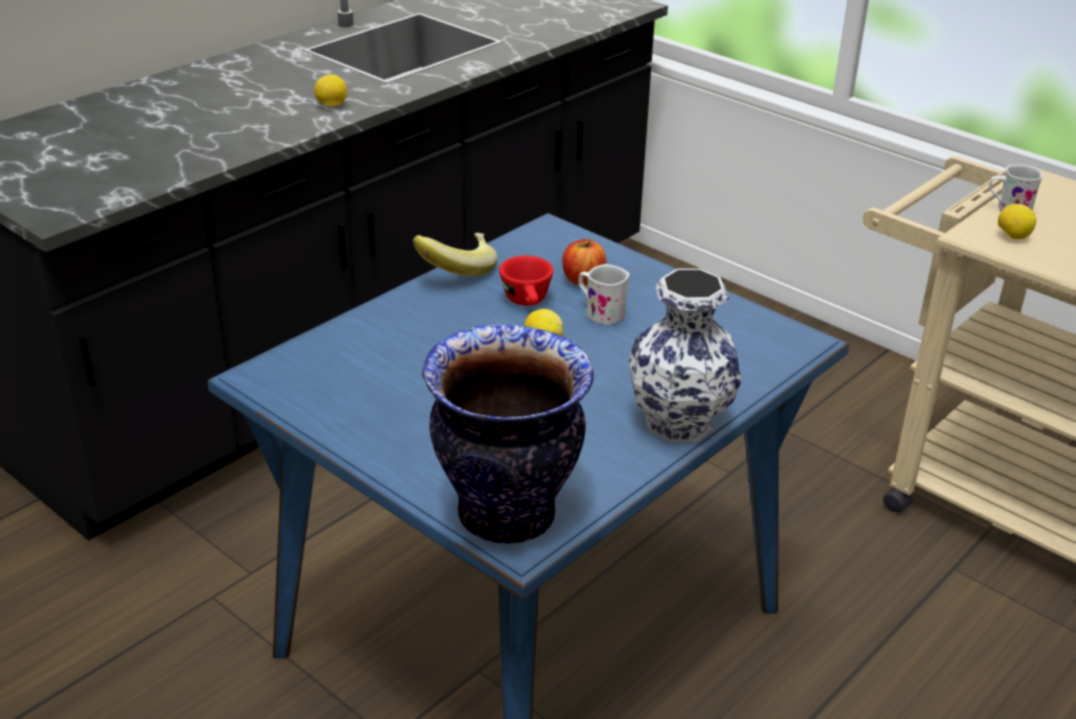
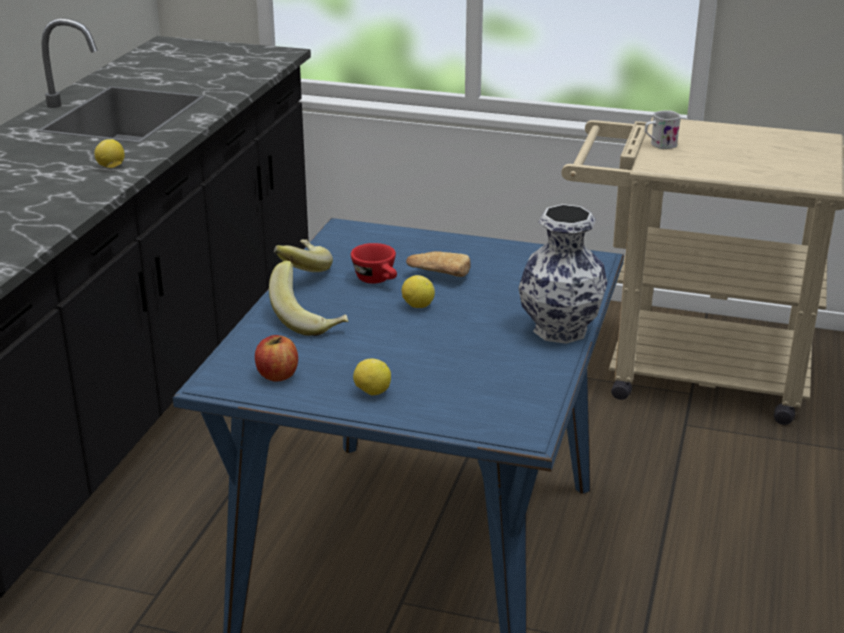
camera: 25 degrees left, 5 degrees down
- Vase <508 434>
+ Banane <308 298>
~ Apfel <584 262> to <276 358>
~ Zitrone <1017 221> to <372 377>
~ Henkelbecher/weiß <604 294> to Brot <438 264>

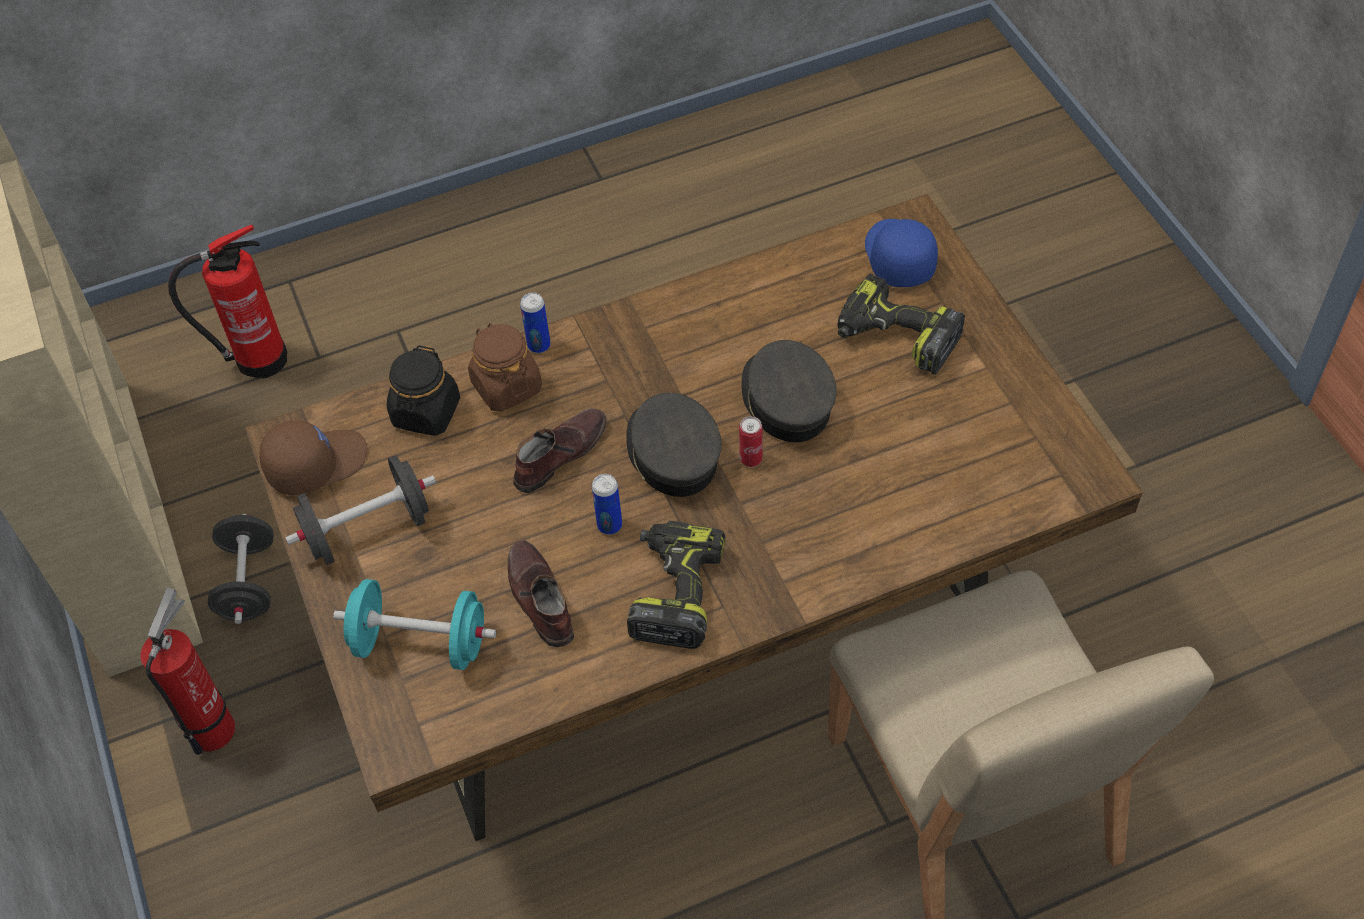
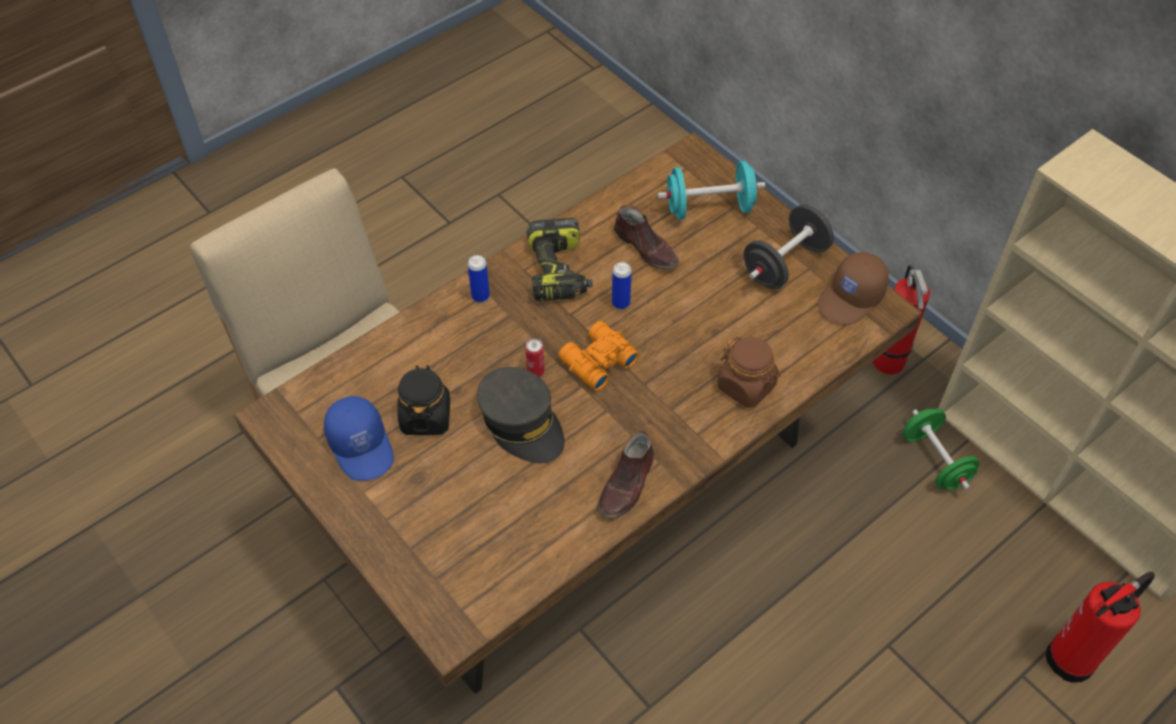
camera: 160 degrees right, 0 degrees up
- Bohrmaschine <901 324>
~ Vorratsglas/schwarz <423 390> to <423 400>
~ Schuh/braun <560 450> to <625 474>
~ Dose <535 323> to <479 278>
~ Kappe/blau <901 253> to <359 438>
~ Kappe/grau <673 445> to Fernglas/orange <598 356>
~ Hantel/schwarz <241 569> to Hantel/grün <941 449>

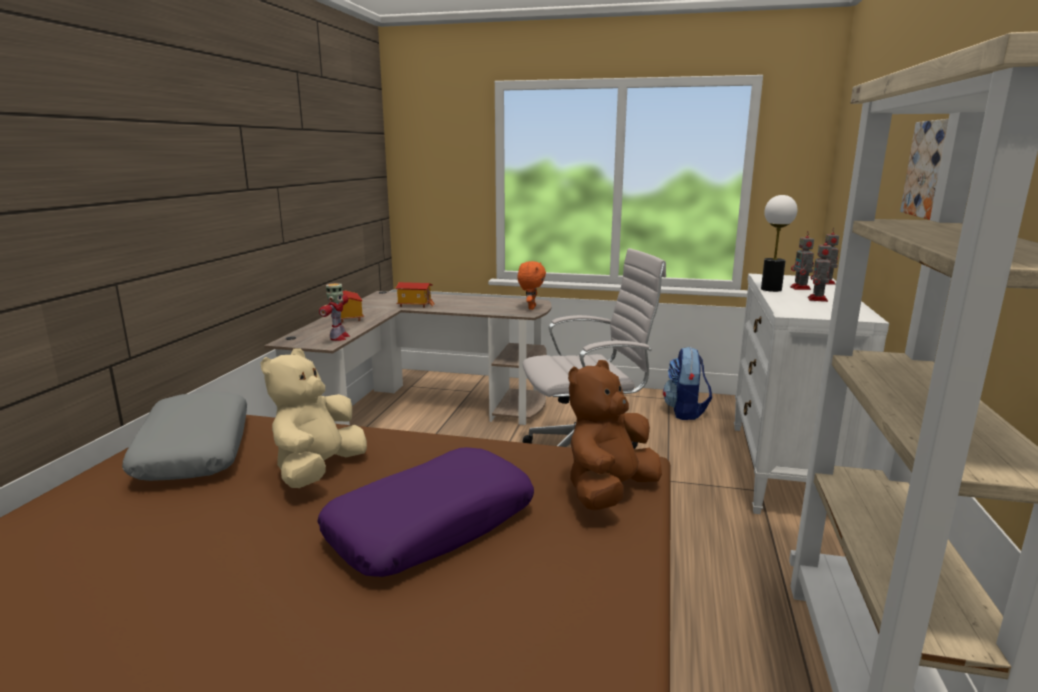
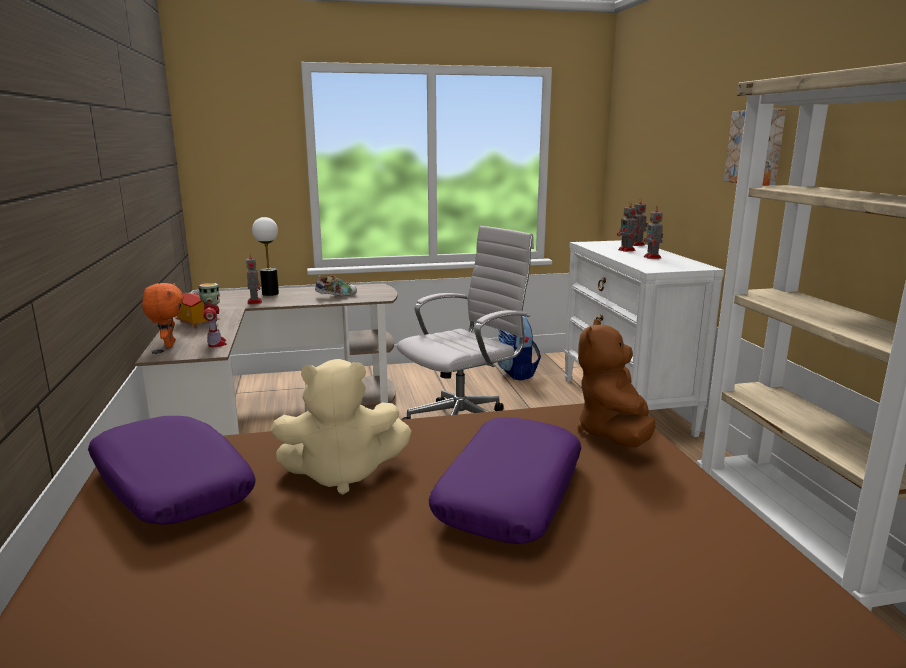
camera: 25 degrees left, 0 degrees up
+ Schuh <336 285>
~ Plüschtier/orange <531 285> to <163 315>
~ Tischlampe <779 243> to <265 256>
~ Spielzeughaus <415 295> to Spielzeugroboter <254 279>
~ Kissen/grau <184 436> to Kissen/lila <172 470>
~ Plüschtier/beige <314 418> = <341 427> 90 degrees counterclockwise

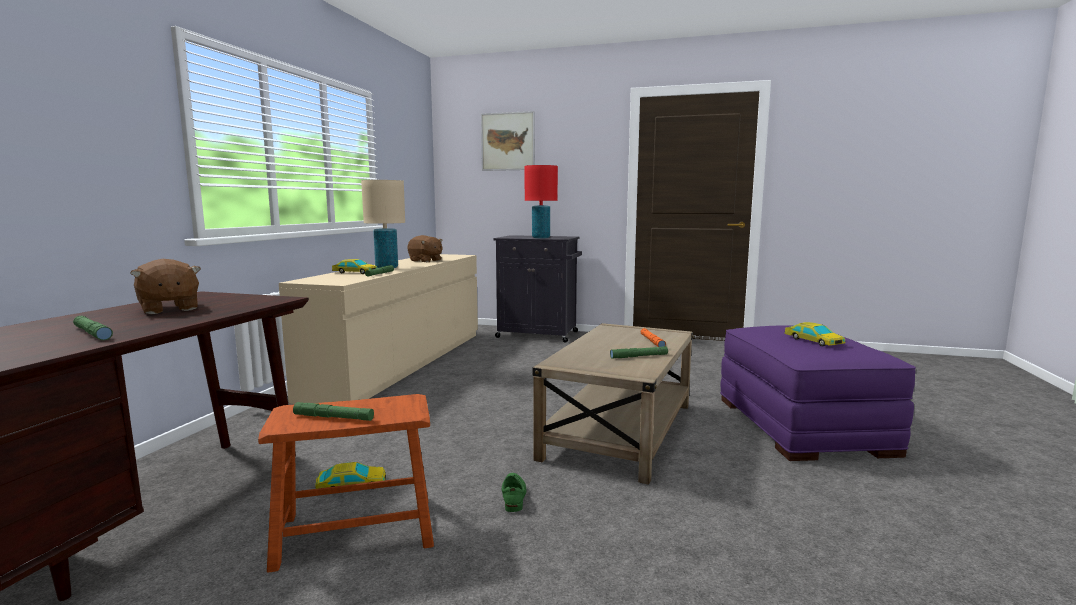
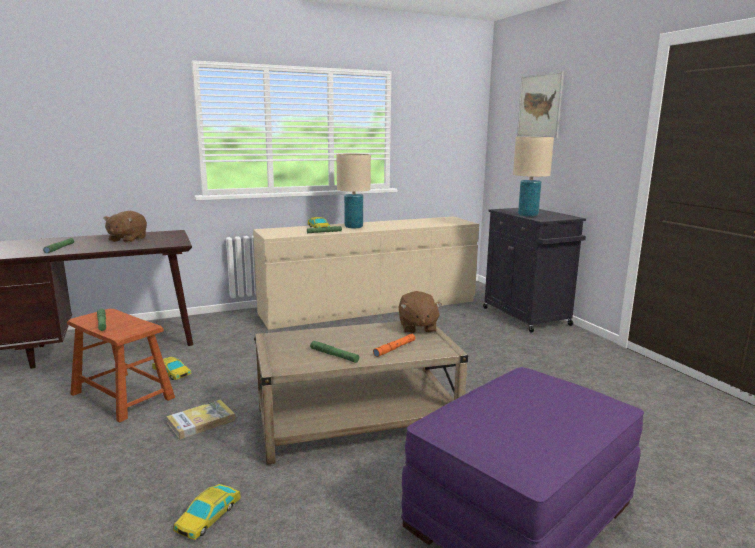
camera: 50 degrees right, 5 degrees up
~ Plüschtier/braun <425 248> to <420 312>
~ Spielzeugauto <815 334> to <207 512>
~ Schuh/grün <514 492> to Buch <200 419>
~ Tischlampe/rot <541 202> to Tischlampe/beige <533 177>

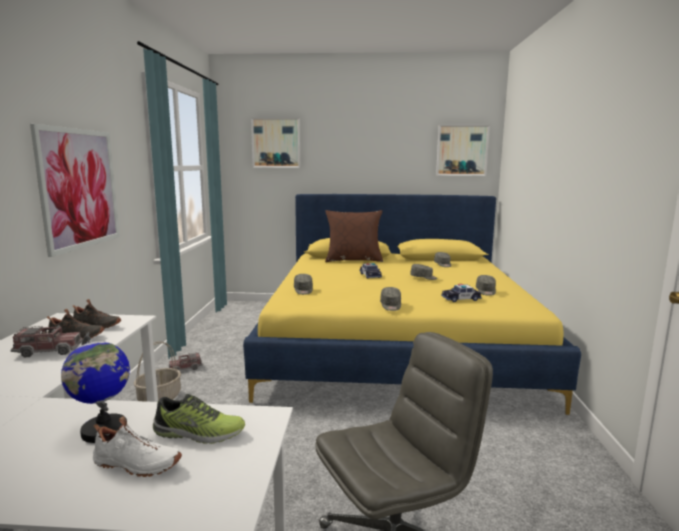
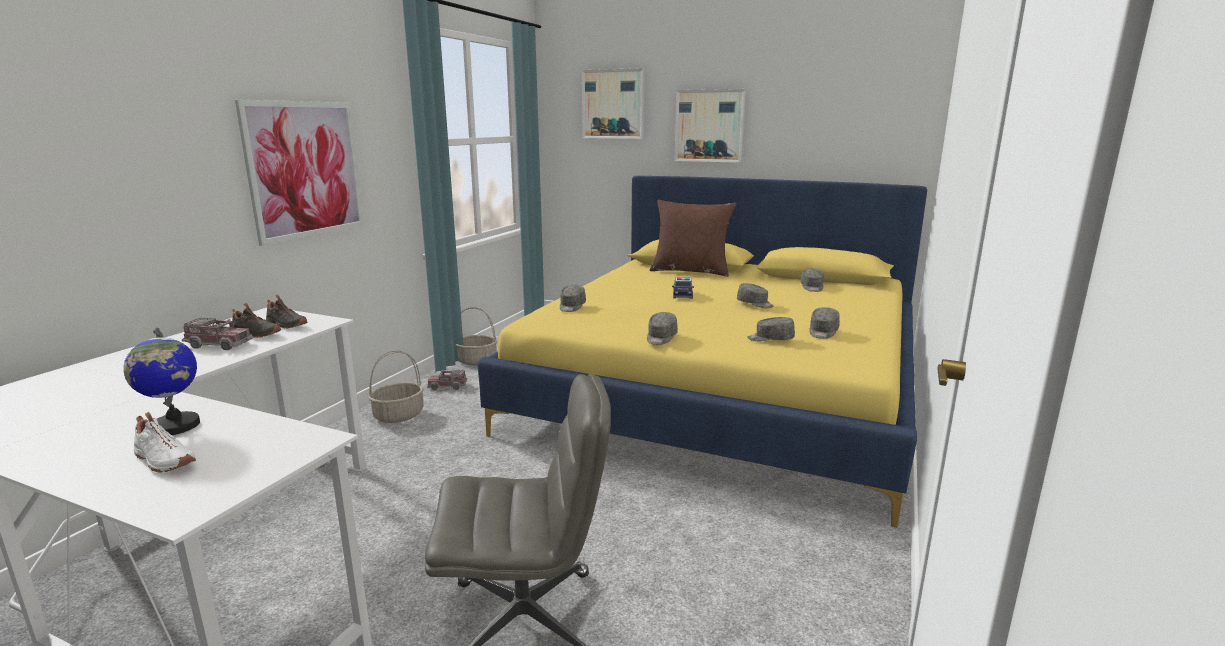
camera: 20 degrees right, 5 degrees up
- Schuh <199 419>
+ Korb <476 336>
~ Bild <463 150> to <710 126>
~ Spielzeugauto <461 293> to Kappe/grau <771 329>

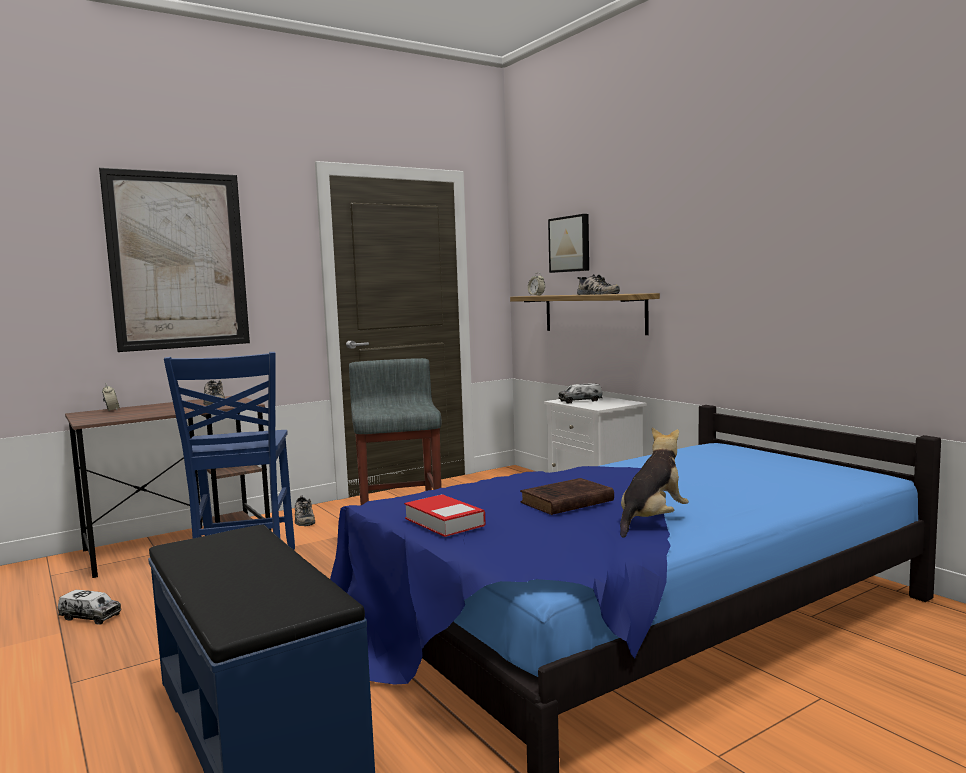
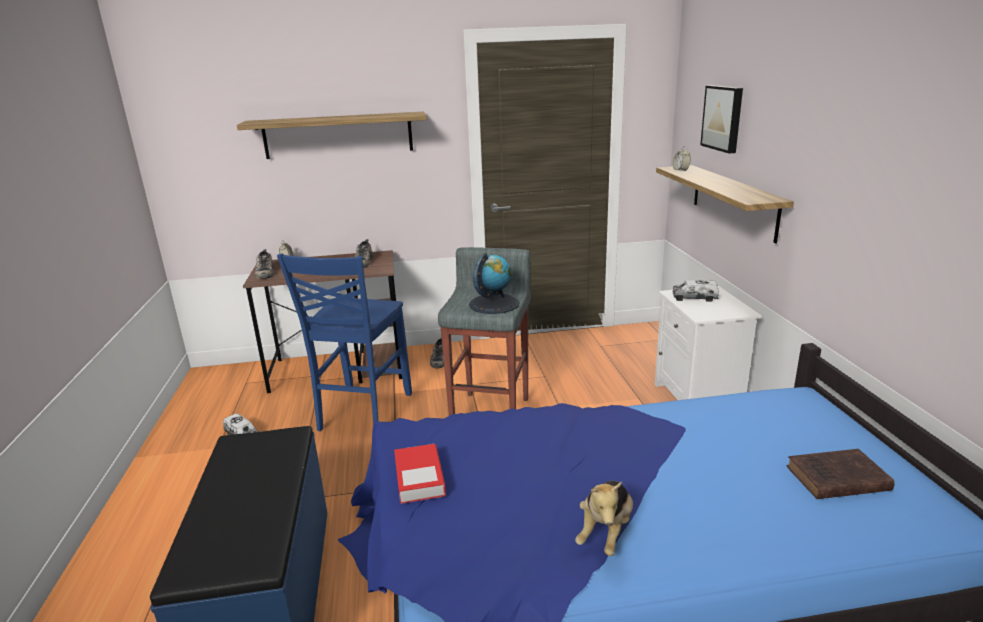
camera: 25 degrees right, 15 degrees up
+ Globus <494 283>
~ Buch/braun <567 496> to <840 474>
~ Schuh <598 284> to <264 264>
~ Bild <174 260> to Wandregal <332 135>
~ Plüschtier <654 482> = <604 518> 135 degrees clockwise

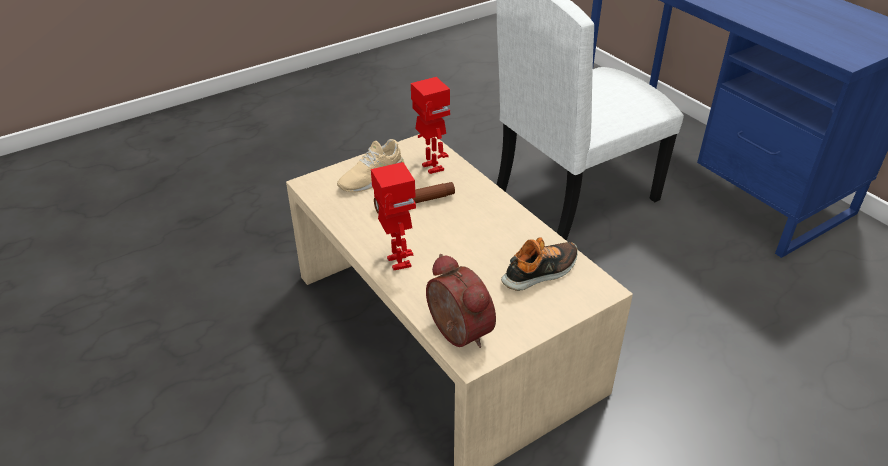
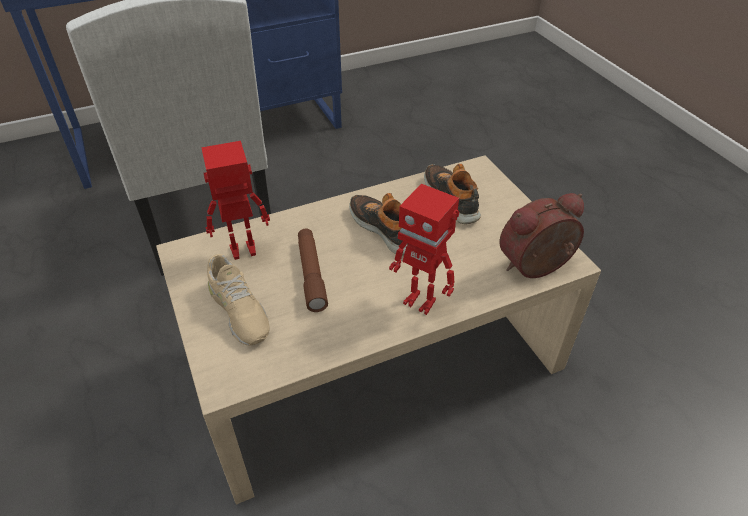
camera: 80 degrees left, 5 degrees up
+ Schuh <379 224>
~ Spielzeugroboter <393 216> = <424 249> 135 degrees counterclockwise

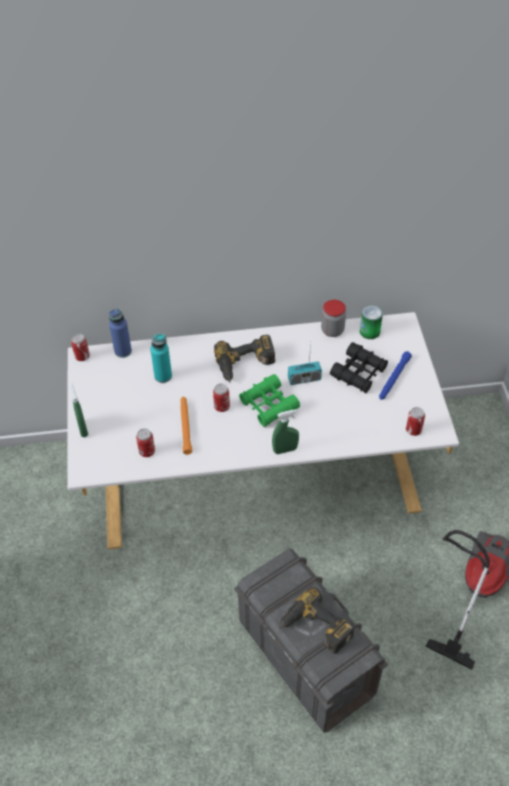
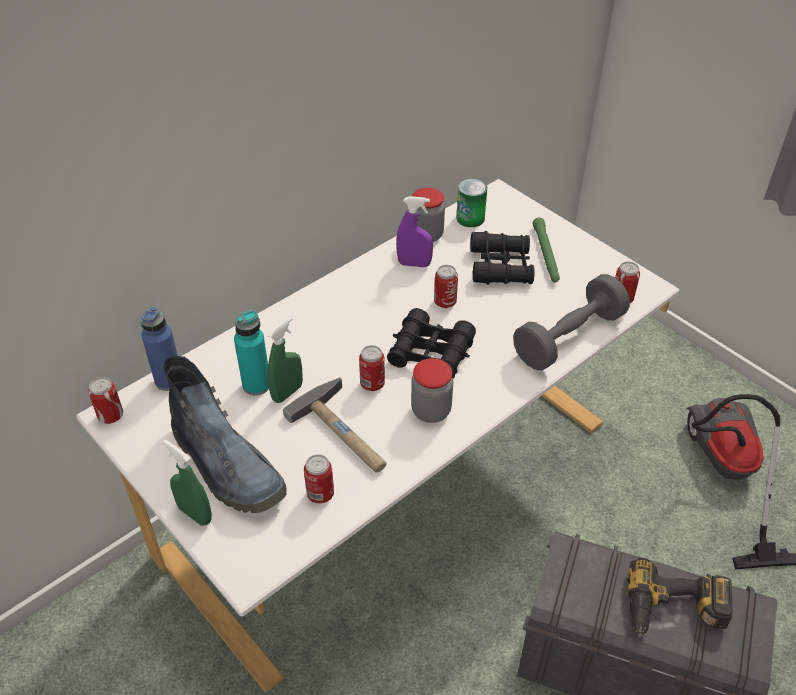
camera: 35 degrees left, 5 degrees down
- Bohrmaschine <244 358>
+ Stiefel <225 434>
+ Sprühflasche/lila <414 231>
+ Vorratsglas <432 390>
+ Hantel/grau <571 322>
~ Sprühflasche/grün <285 431> to <285 360>
~ Taschenlampe/orange <186 426> to Hammer <334 425>
~ Radio <305 363> to Dose <446 286>
~ Fernglas/grün <269 400> to Fernglas/schwarz <431 343>
~ Taschenlampe/blau <395 375> to Taschenlampe/grün <546 249>

